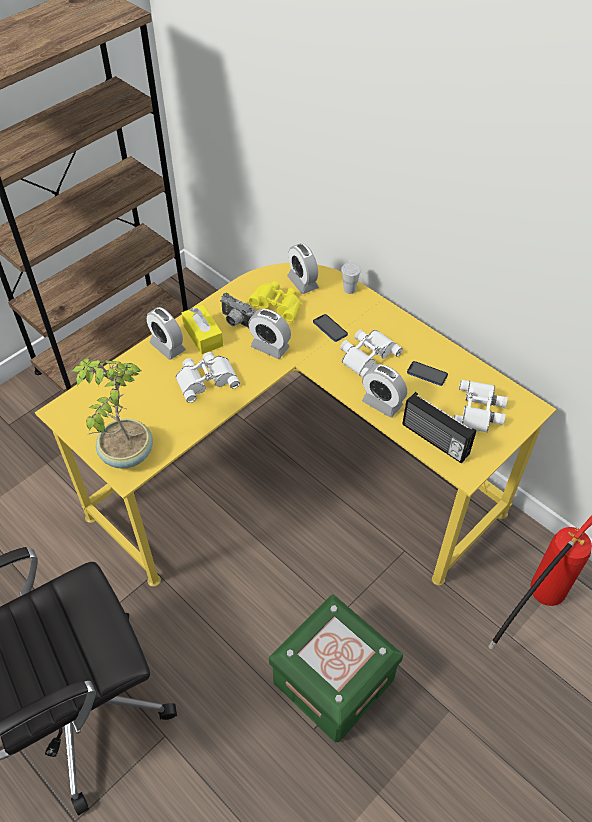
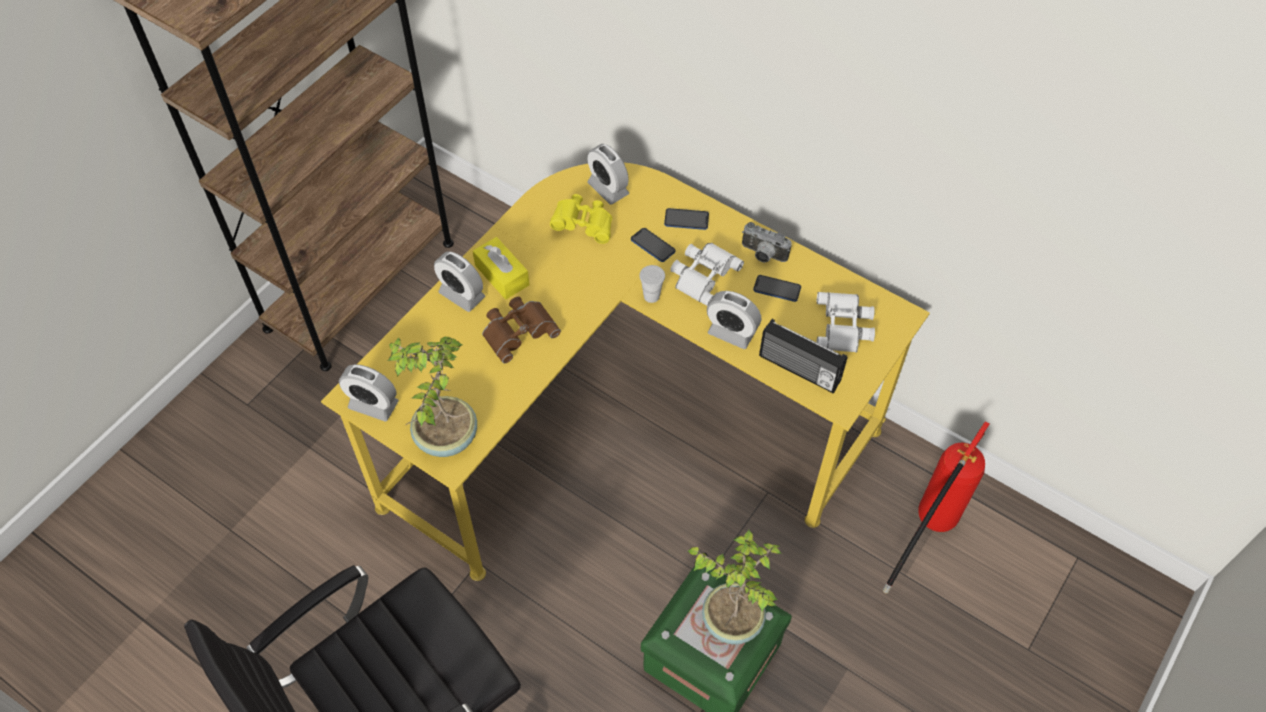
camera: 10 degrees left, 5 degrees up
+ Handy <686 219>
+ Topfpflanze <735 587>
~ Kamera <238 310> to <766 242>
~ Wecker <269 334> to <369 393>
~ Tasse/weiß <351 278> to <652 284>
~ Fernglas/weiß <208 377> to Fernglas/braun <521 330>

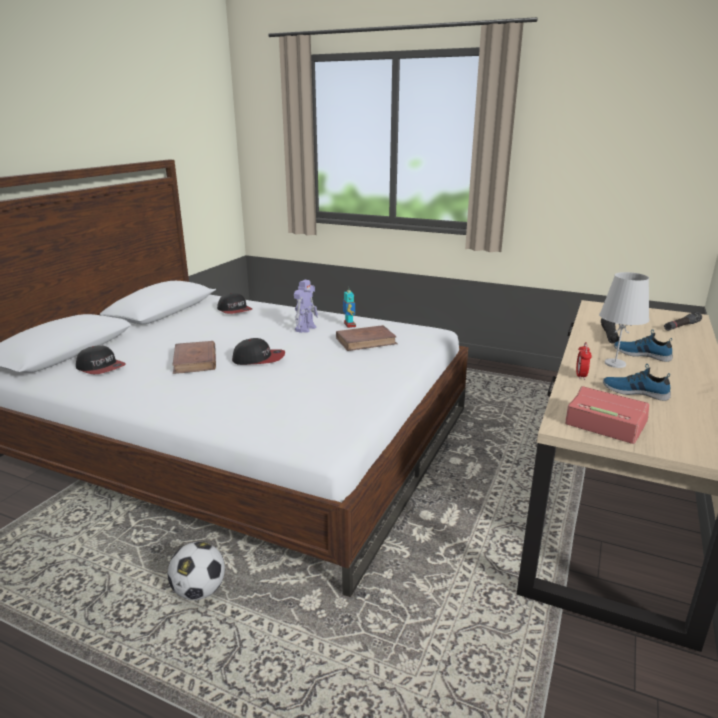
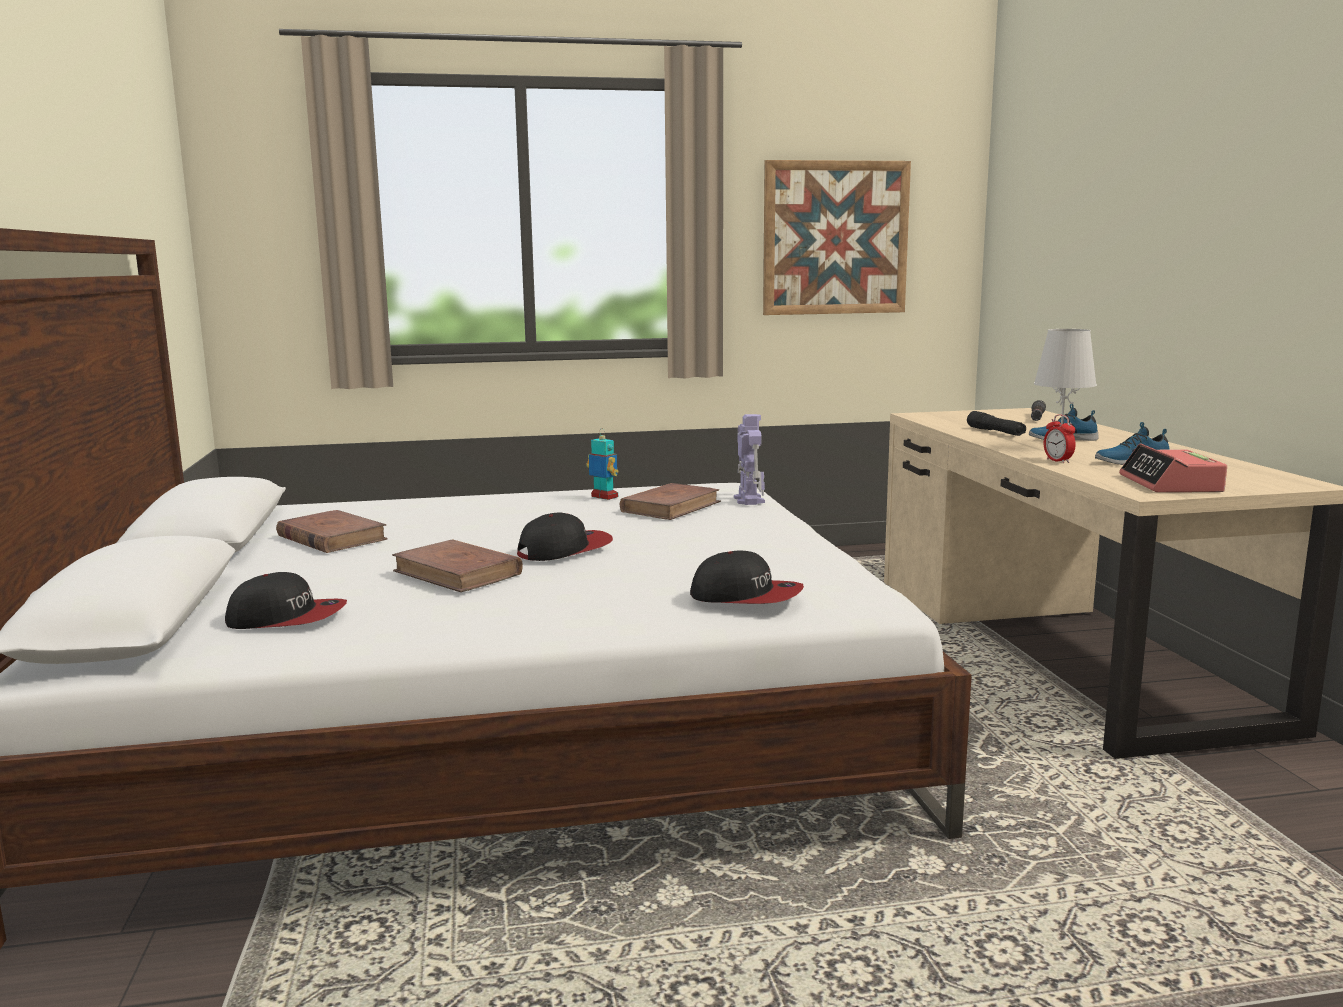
camera: 35 degrees left, 10 degrees down
- Fußball <196 571>
+ Buch/braun <332 531>
+ Bild <837 237>
~ Kappe <234 303> to <747 577>
~ Spielzeugroboter <306 306> to <749 459>
~ Wecker <607 415> = <1173 467> 90 degrees counterclockwise

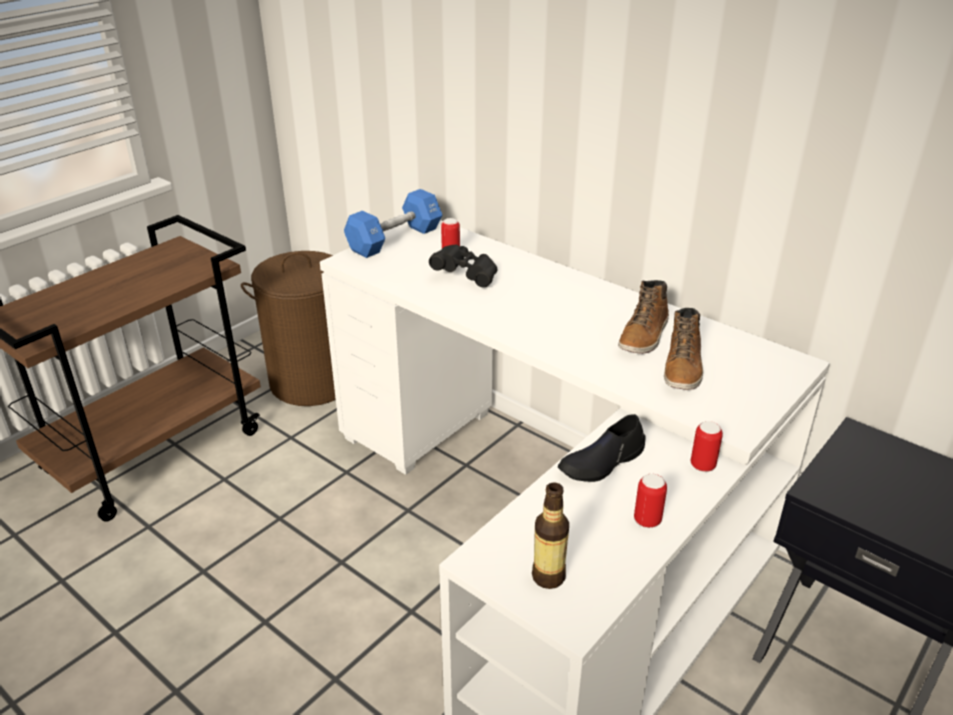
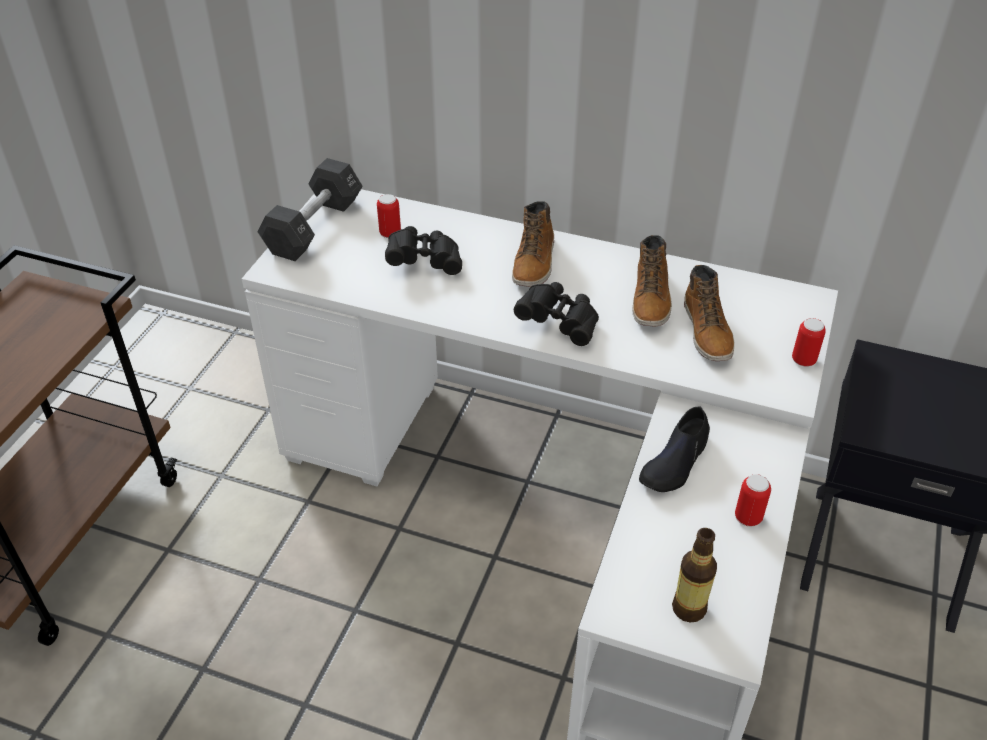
camera: 20 degrees left, 10 degrees up
- Wäschekorb/braun <288 328>
+ Stiefel <533 244>
+ Fernglas/schwarz <556 314>
~ Dose <707 446> to <809 342>
~ Hantel/blau <393 223> to Hantel/schwarz <310 209>

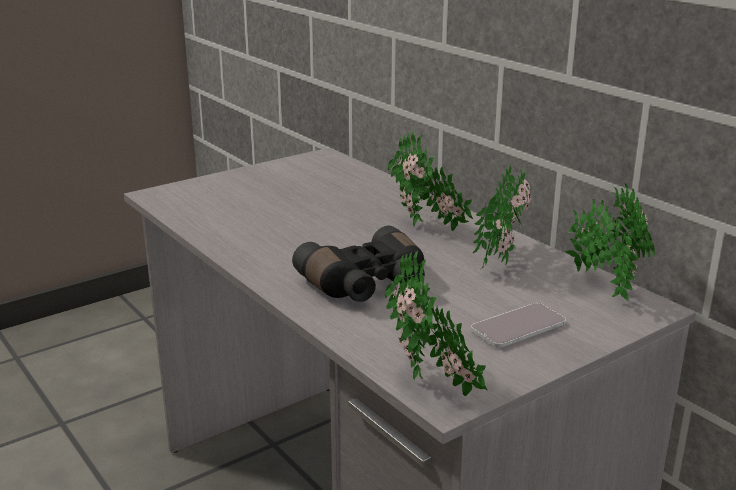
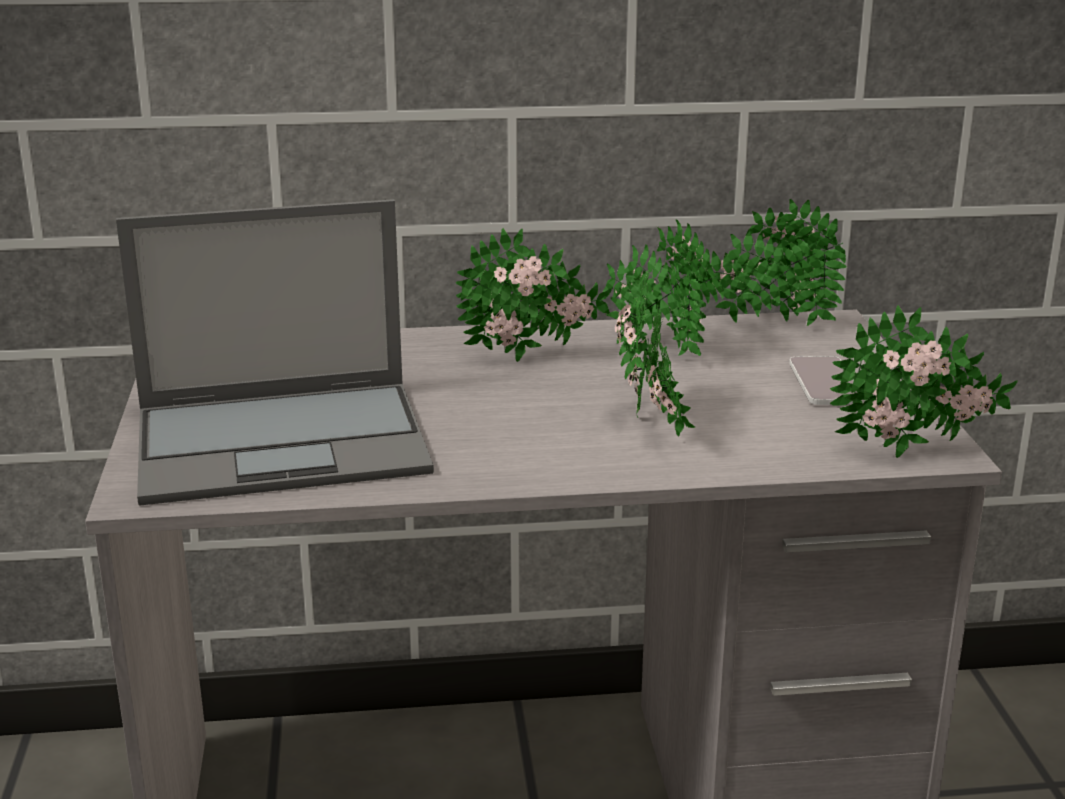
camera: 60 degrees left, 0 degrees up
+ Laptop <275 352>
~ Fernglas/schwarz <358 264> to Topfpflanze <655 353>

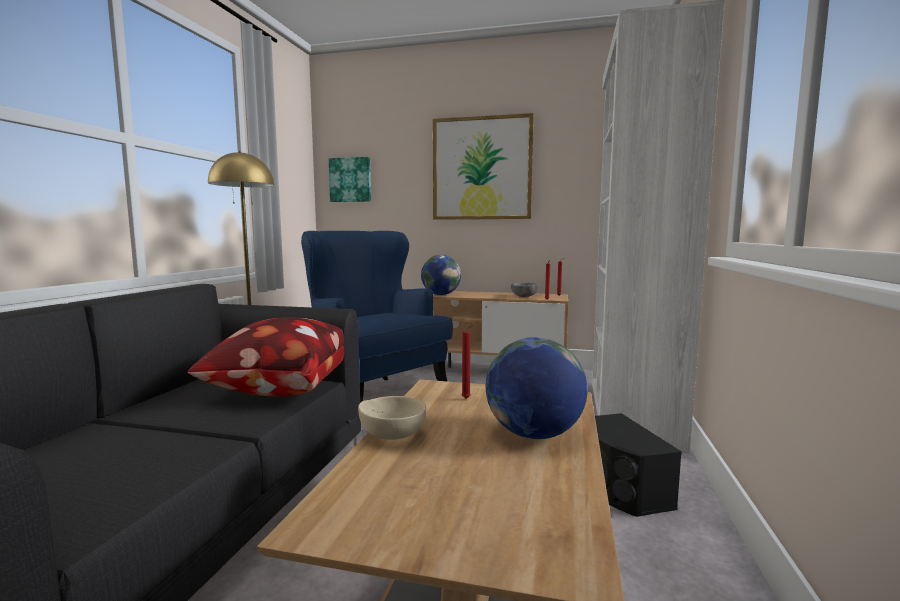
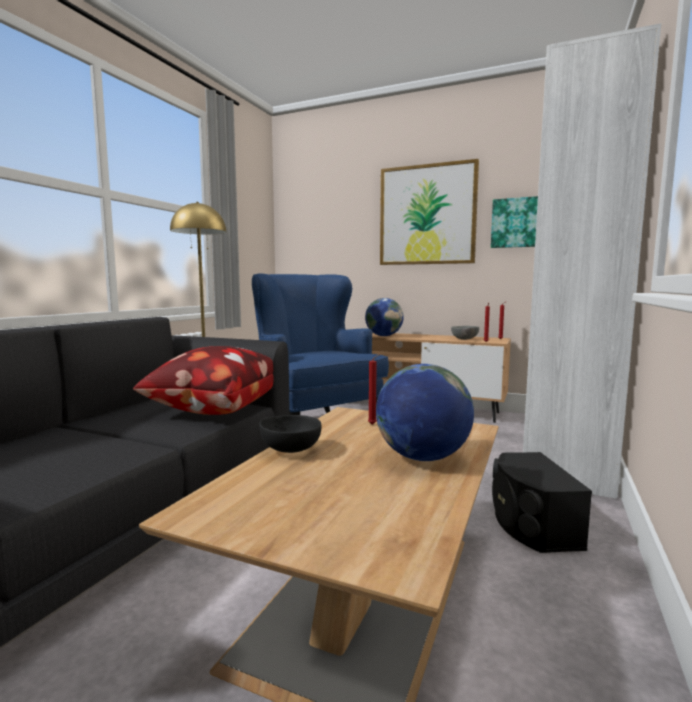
camera: 10 degrees right, 0 degrees up
~ Bild <350 179> to <514 222>
~ Schüssel/beige <392 418> to Schüssel/schwarz <290 434>

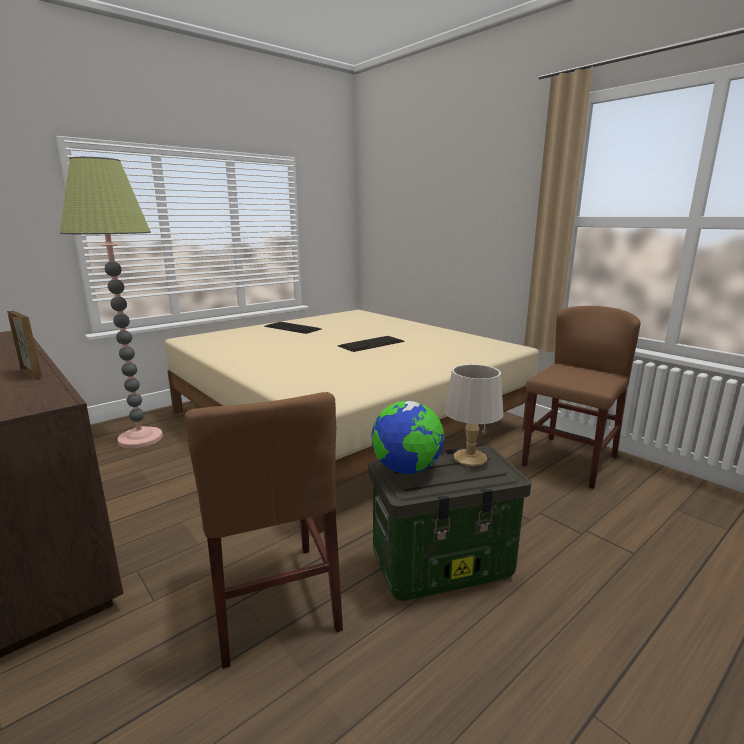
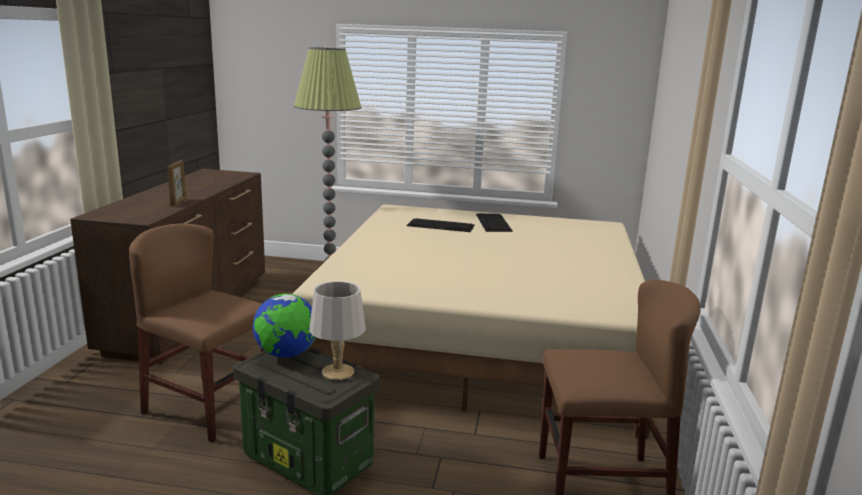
camera: 50 degrees right, 0 degrees up
~ Tastatur <371 344> to <441 225>
~ Stuhl/braun <264 530> = <196 333> 90 degrees clockwise

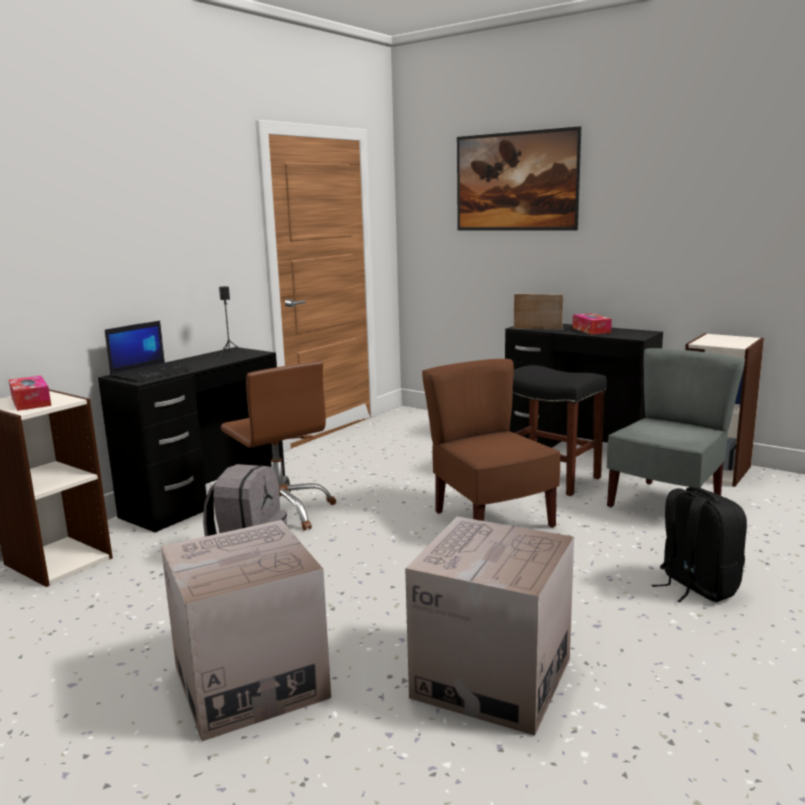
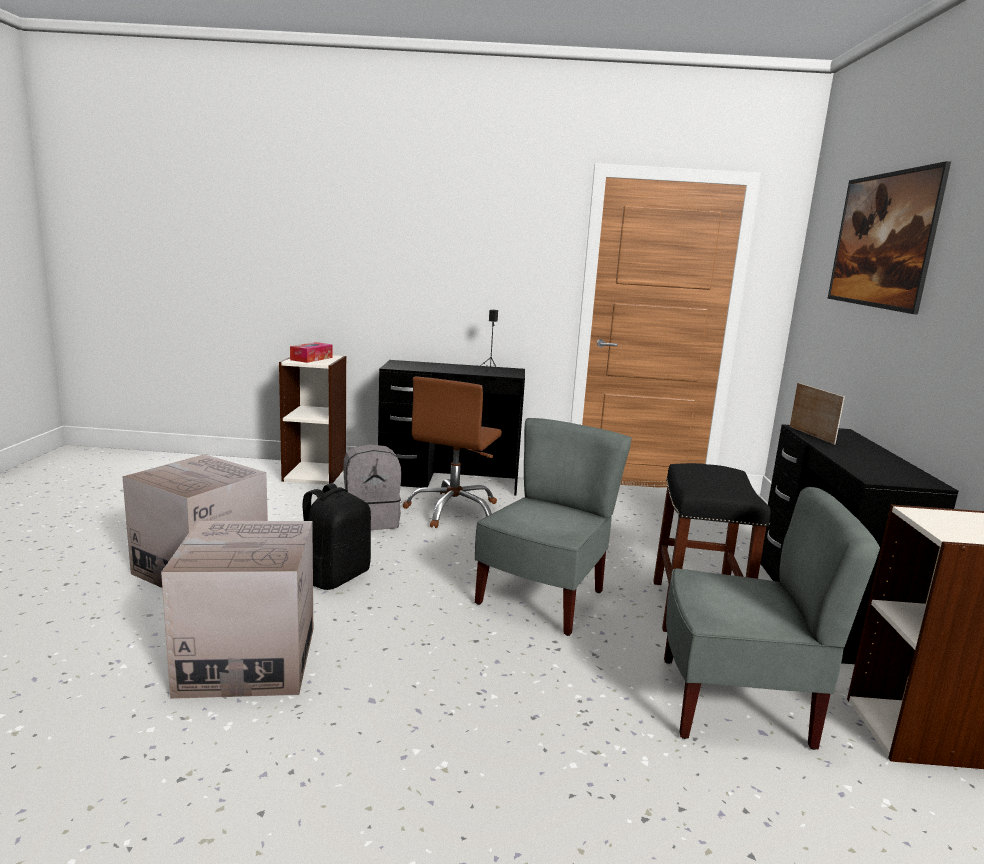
camera: 55 degrees right, 0 degrees up
- Laptop <148 351>
- Taschentuchbox <592 324>
~ Rucksack/schwarz <699 545> to <337 536>
~ Stuhl/braun <491 443> to Stuhl/grau <553 527>

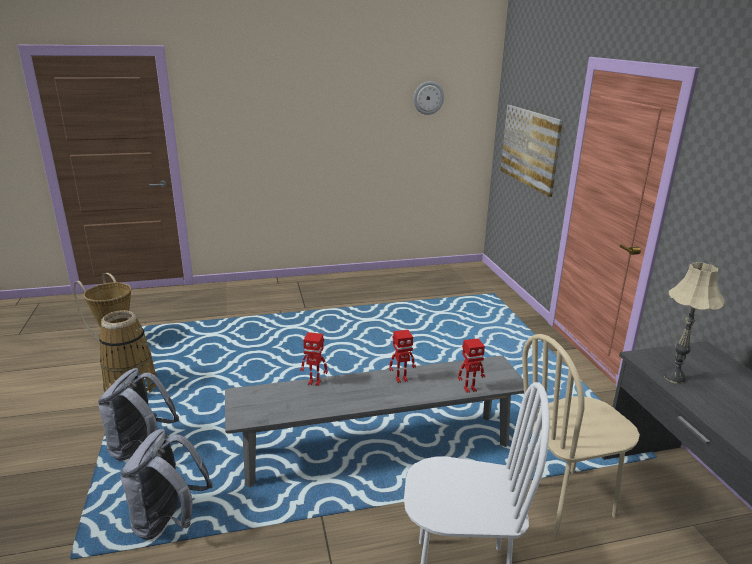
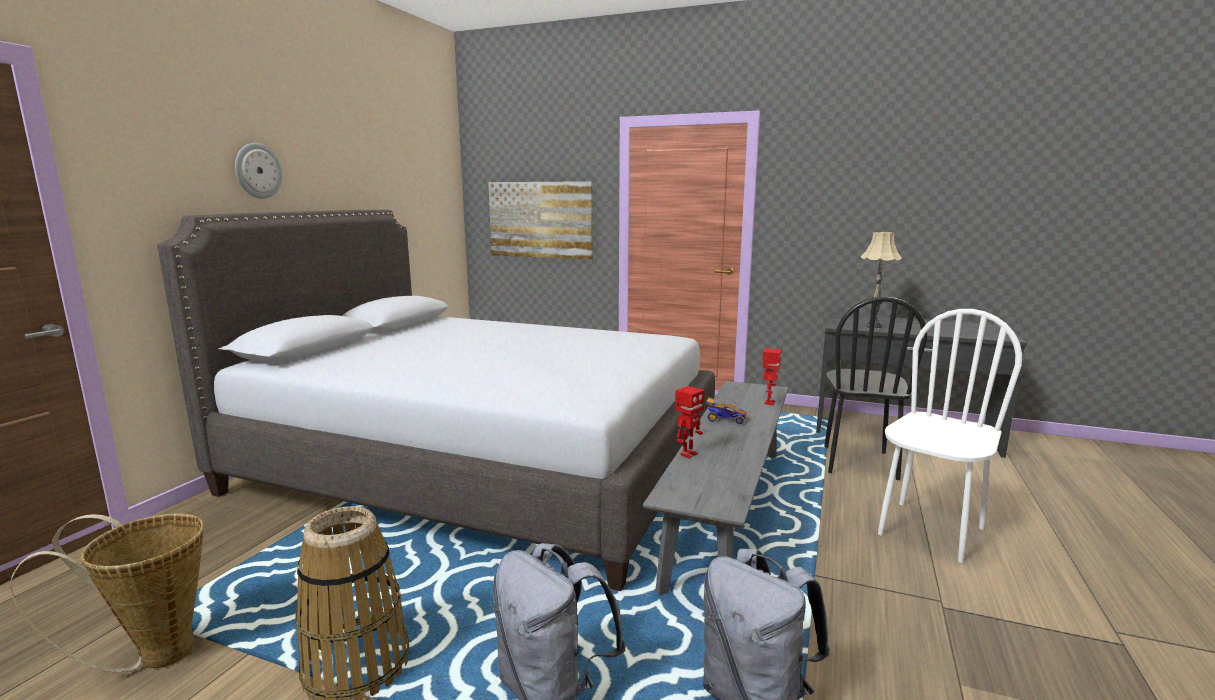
camera: 55 degrees left, 10 degrees down
+ Bett/grau <436 400>
~ Wanduhr <428 98> to <258 171>
~ Spielzeugroboter <402 356> to Spielzeugauto <726 410>
~ Stuhl/beige <579 436> to Stuhl/schwarz <875 388>

